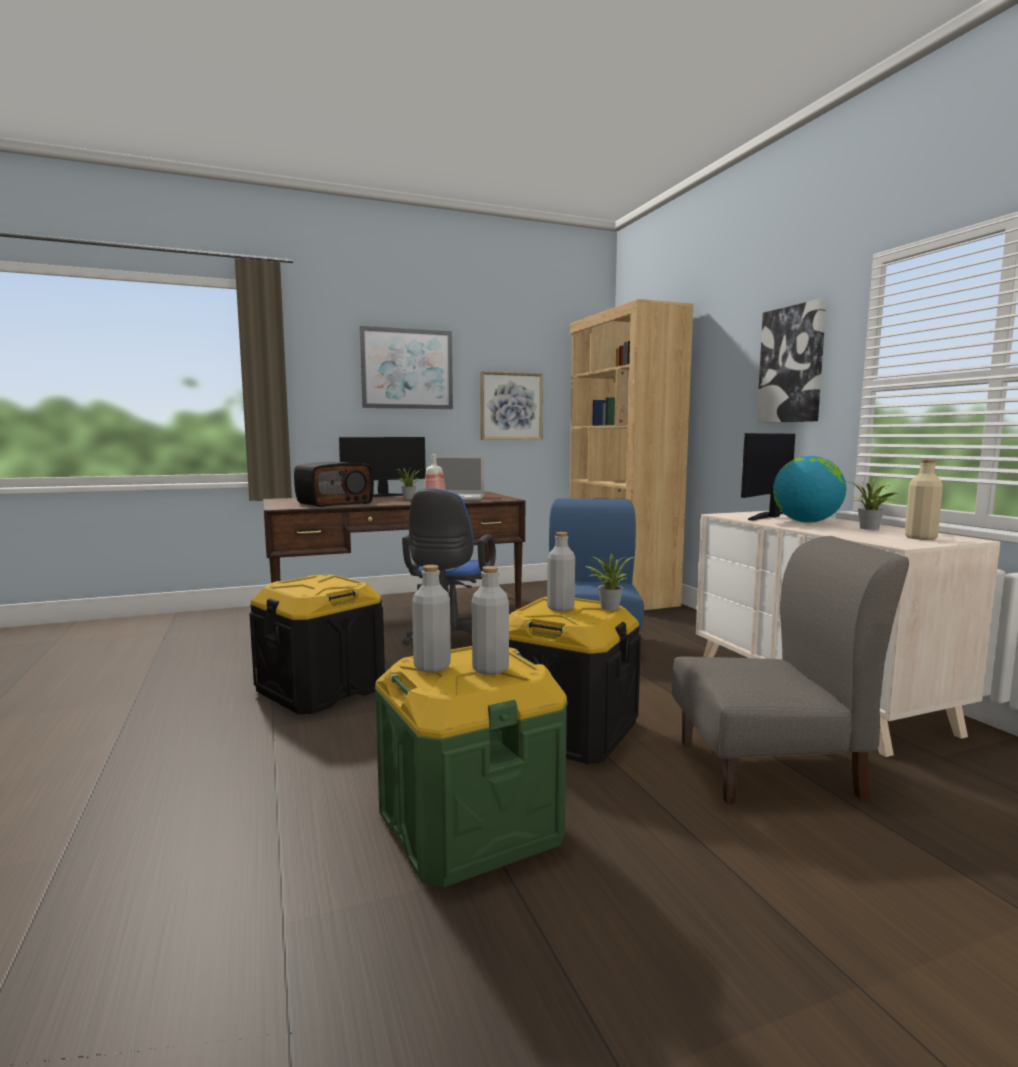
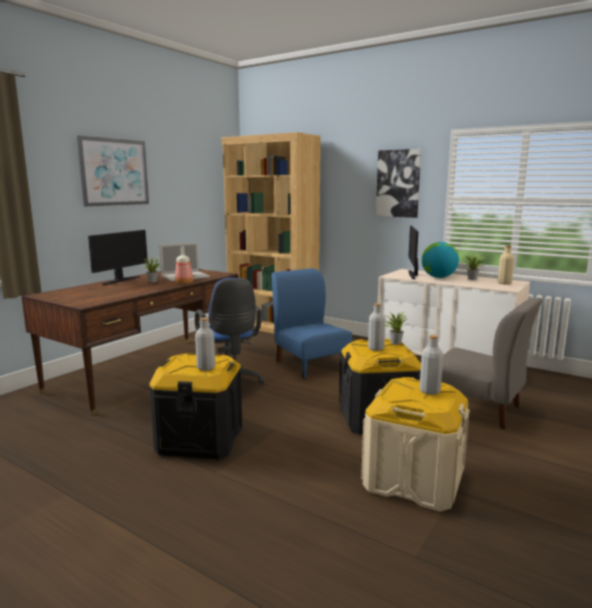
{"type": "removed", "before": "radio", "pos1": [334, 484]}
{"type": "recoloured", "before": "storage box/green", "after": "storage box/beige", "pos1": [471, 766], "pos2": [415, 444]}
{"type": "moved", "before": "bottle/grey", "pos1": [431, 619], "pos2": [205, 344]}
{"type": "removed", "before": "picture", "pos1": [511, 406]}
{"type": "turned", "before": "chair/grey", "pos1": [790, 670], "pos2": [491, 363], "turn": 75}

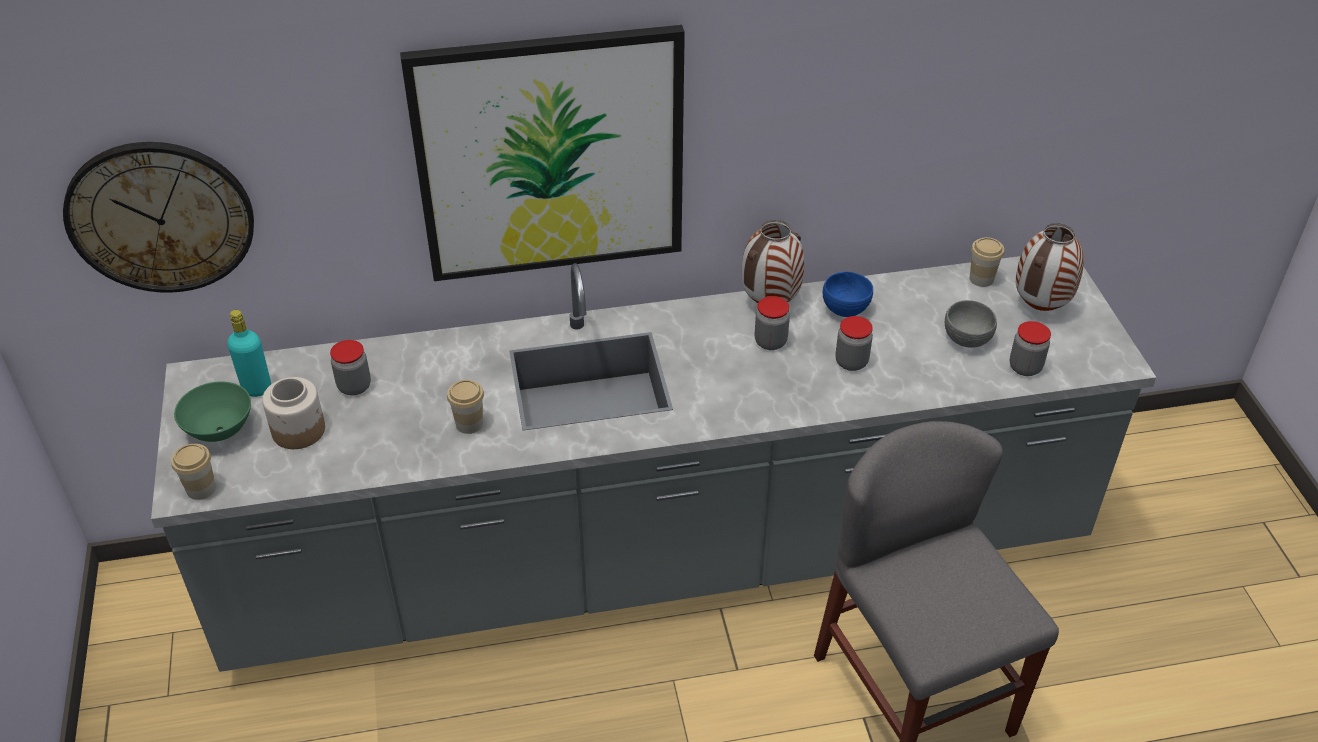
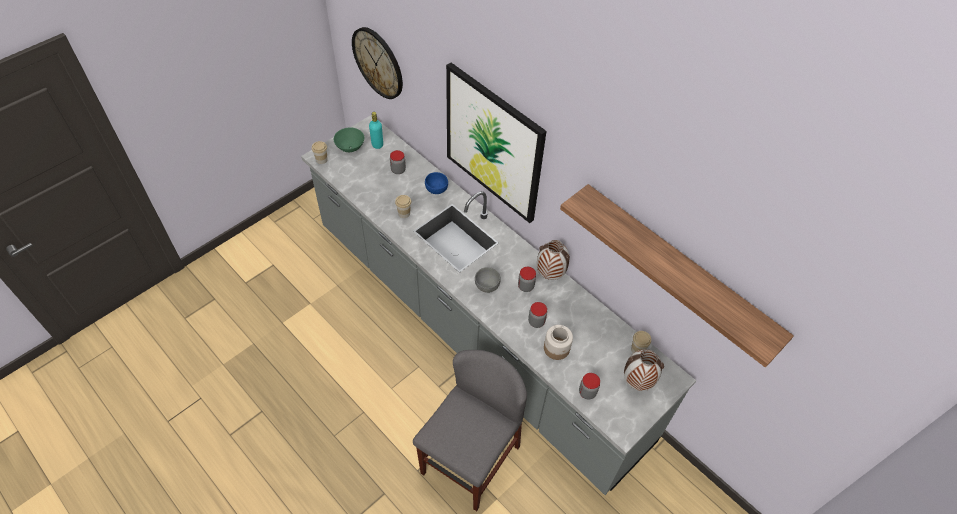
{"type": "moved", "before": "jar", "pos1": [293, 413], "pos2": [558, 342]}
{"type": "moved", "before": "bowl/blue", "pos1": [848, 294], "pos2": [436, 183]}
{"type": "moved", "before": "bowl/grey", "pos1": [971, 324], "pos2": [488, 280]}
{"type": "added", "after": "shelf", "pos2": [677, 276]}

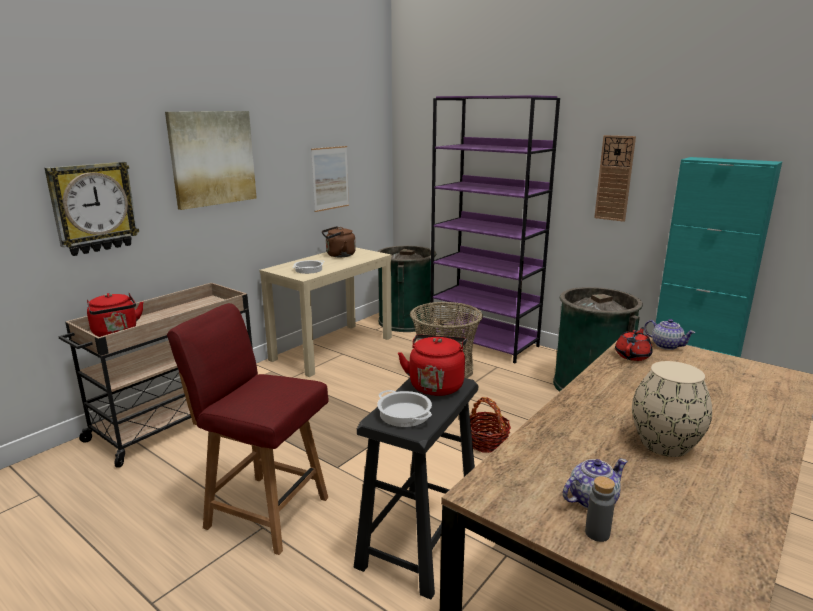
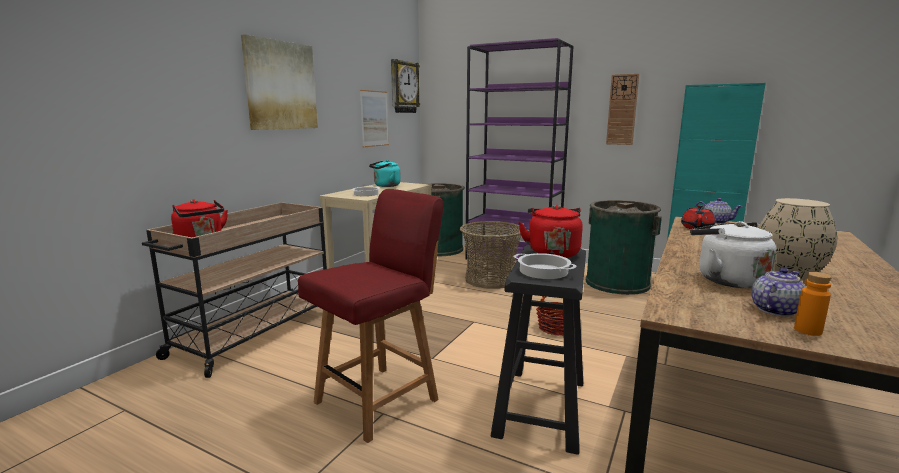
{"type": "moved", "before": "wall clock", "pos1": [91, 209], "pos2": [405, 86]}
{"type": "turned", "before": "chair/red", "pos1": [248, 429], "pos2": [371, 316], "turn": 120}
{"type": "recoloured", "before": "kettle/brown", "after": "kettle/turquoise", "pos1": [339, 241], "pos2": [385, 173]}
{"type": "recoloured", "before": "bottle/grey", "after": "bottle/orange", "pos1": [600, 509], "pos2": [813, 304]}
{"type": "added", "after": "kettle/white", "pos2": [733, 254]}

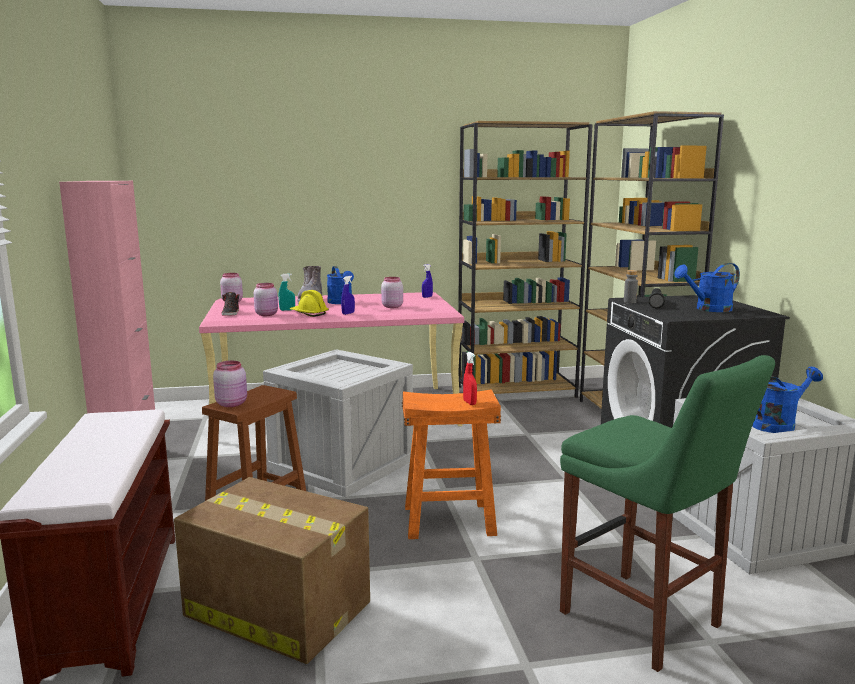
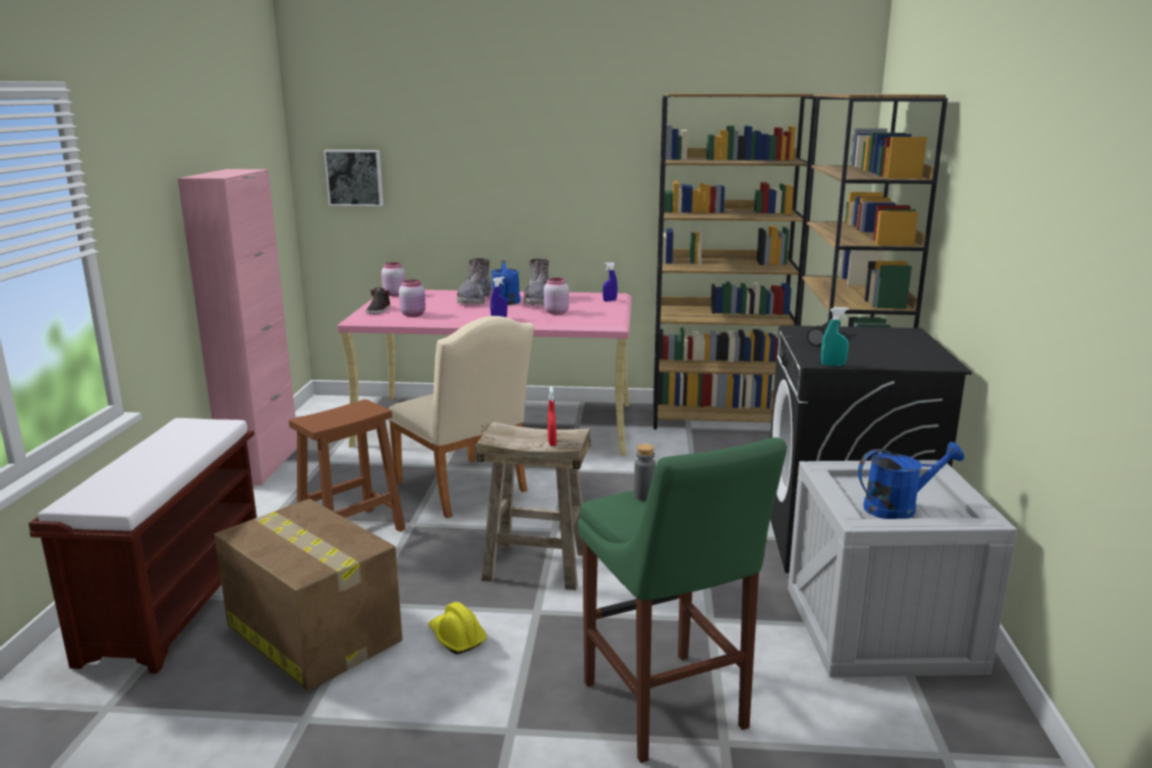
{"type": "removed", "before": "jar/pink", "pos1": [230, 384]}
{"type": "replaced", "before": "crate", "after": "chair/beige", "pos1": [338, 423], "pos2": [461, 417]}
{"type": "moved", "before": "spray bottle/turquoise", "pos1": [287, 292], "pos2": [835, 336]}
{"type": "moved", "before": "hard hat/yellow", "pos1": [309, 303], "pos2": [457, 628]}
{"type": "recoloured", "before": "stool/orange", "after": "stool/beige", "pos1": [451, 464], "pos2": [533, 506]}
{"type": "moved", "before": "bottle/grey", "pos1": [631, 286], "pos2": [645, 472]}
{"type": "removed", "before": "watering can/blue", "pos1": [707, 287]}
{"type": "added", "after": "picture", "pos2": [353, 178]}
{"type": "added", "after": "boot/grey", "pos2": [536, 282]}

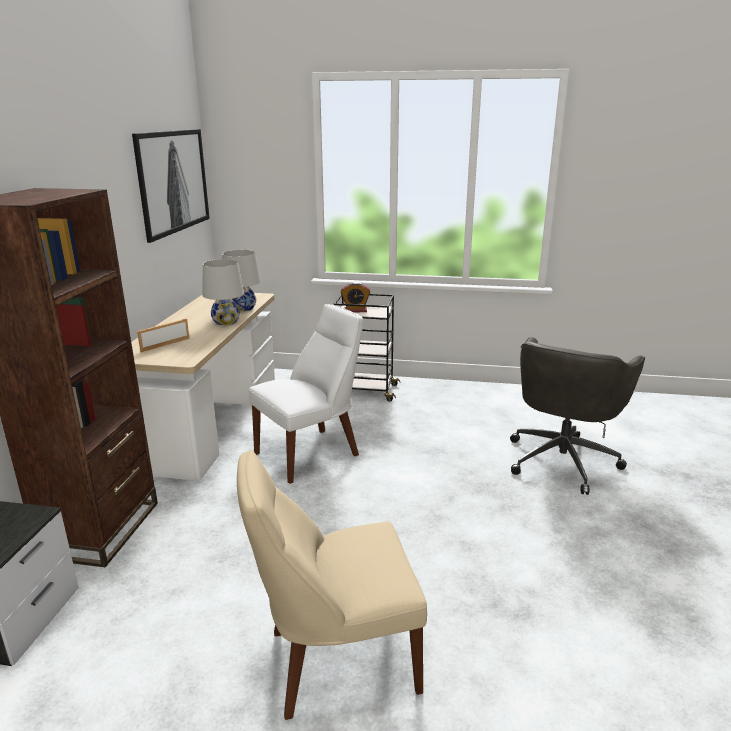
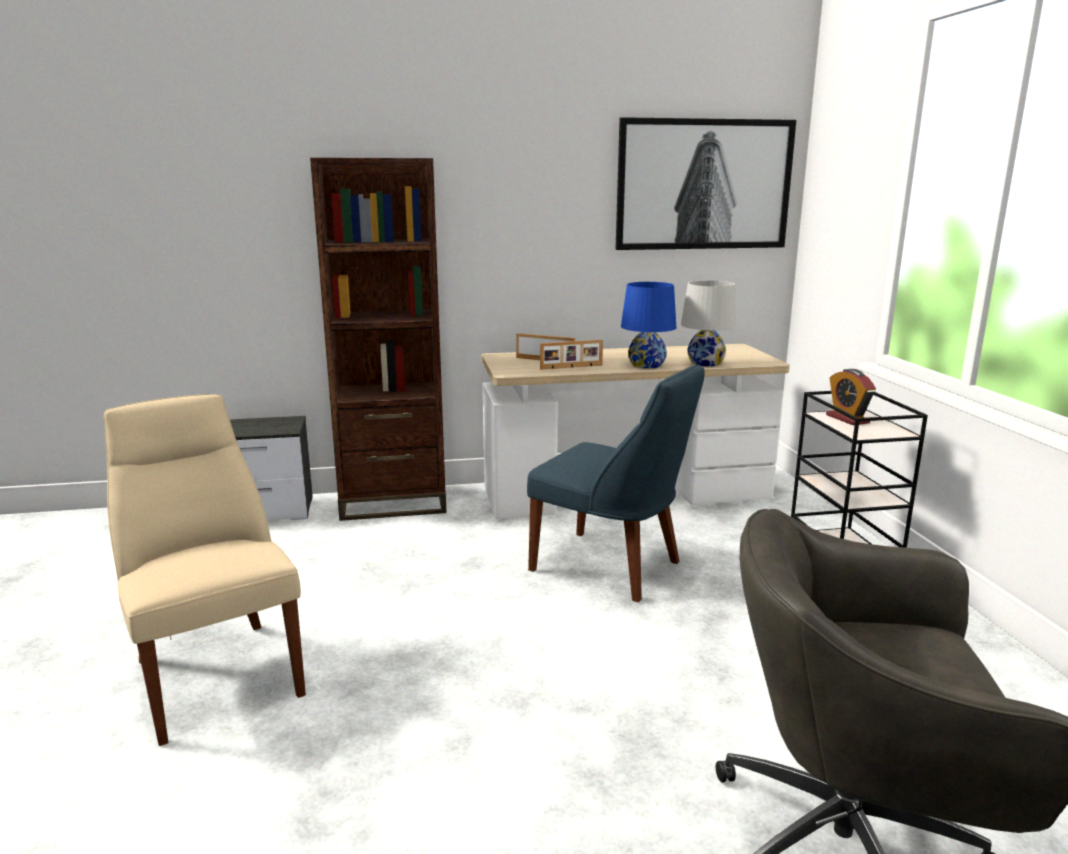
{"type": "recoloured", "before": "table lamp/white", "after": "table lamp/blue", "pos1": [223, 292], "pos2": [648, 325]}
{"type": "recoloured", "before": "chair/white", "after": "chair/blue", "pos1": [306, 394], "pos2": [616, 483]}
{"type": "added", "after": "picture frame", "pos2": [571, 355]}

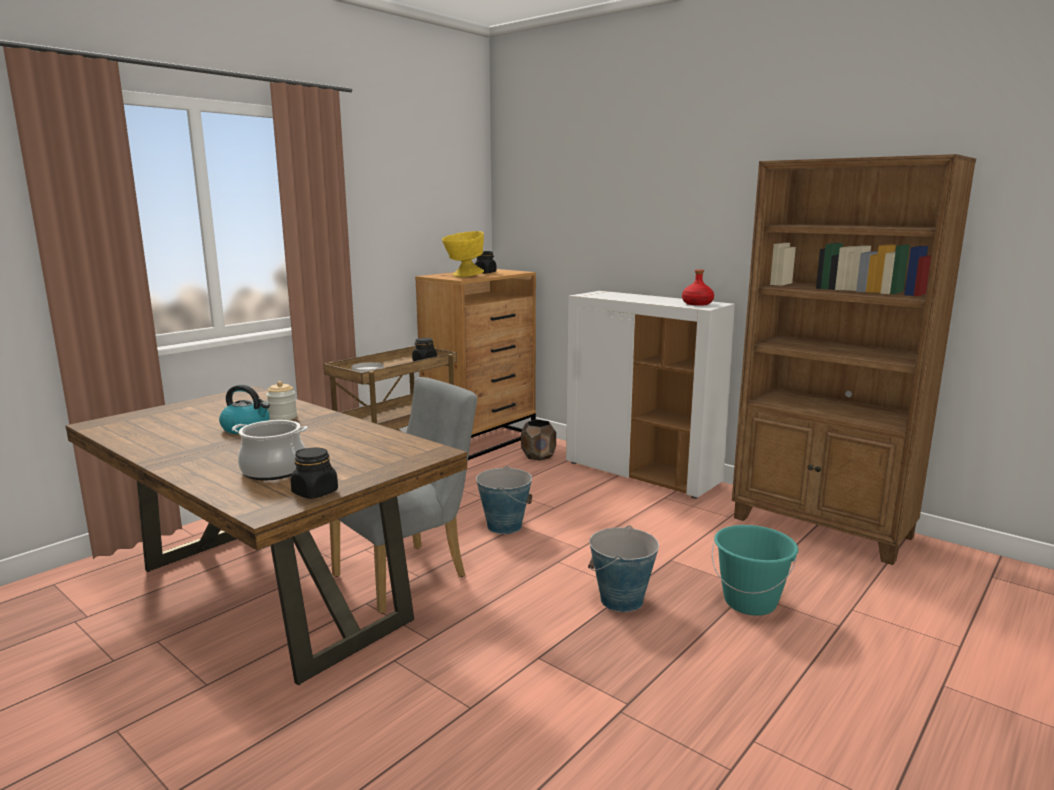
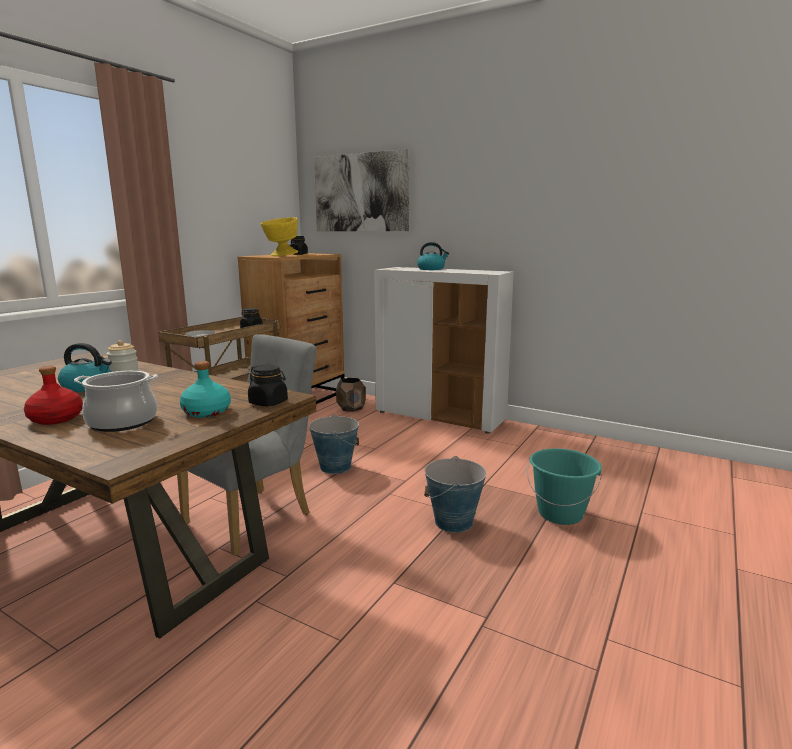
{"type": "moved", "before": "jar/black", "pos1": [314, 473], "pos2": [268, 385]}
{"type": "moved", "before": "bottle/red", "pos1": [698, 287], "pos2": [53, 395]}
{"type": "removed", "before": "bookcase/brown", "pos1": [854, 359]}
{"type": "added", "after": "bottle/turquoise", "pos2": [205, 389]}
{"type": "added", "after": "picture", "pos2": [362, 190]}
{"type": "added", "after": "kettle", "pos2": [433, 256]}

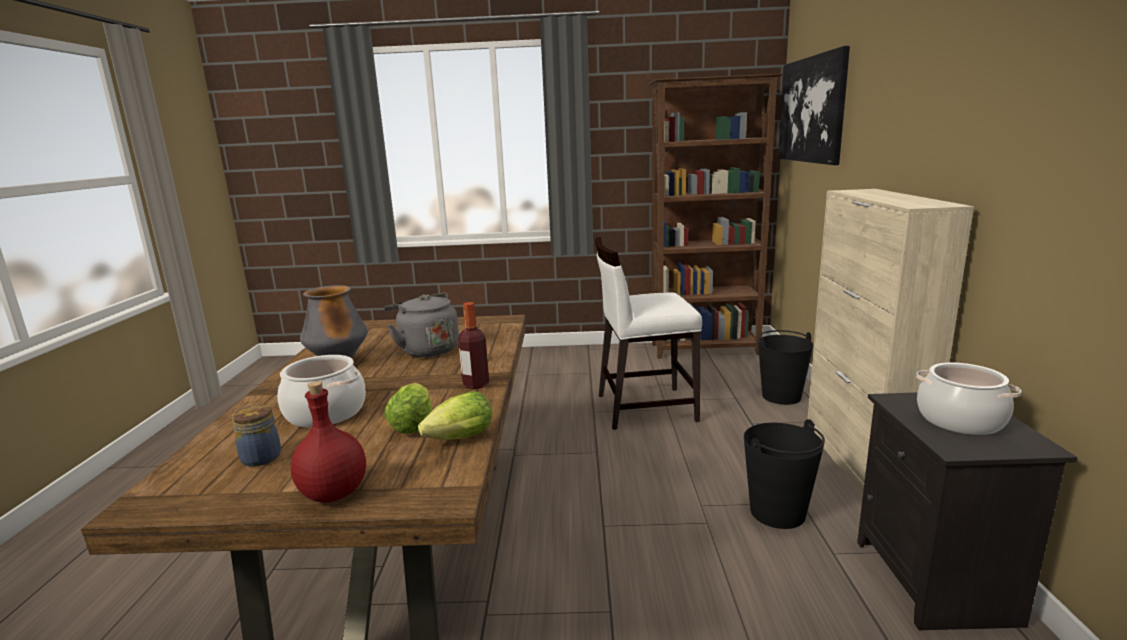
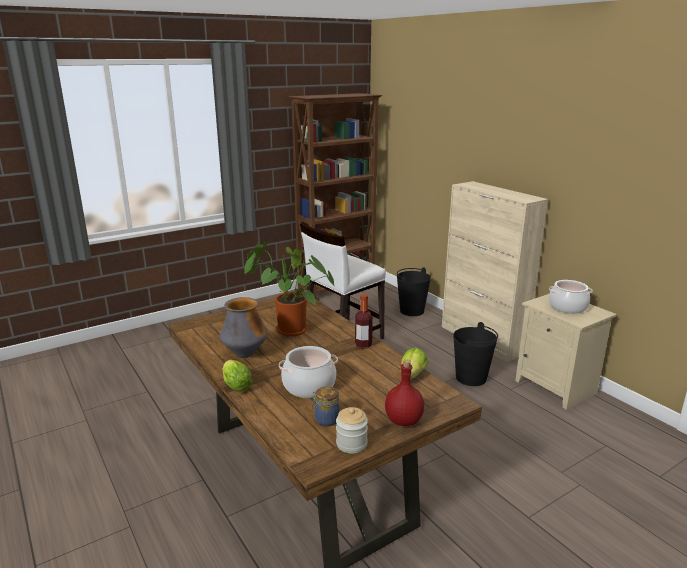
{"type": "replaced", "before": "kettle/grey", "after": "potted plant", "pos1": [421, 325], "pos2": [289, 289]}
{"type": "moved", "before": "lettuce", "pos1": [408, 408], "pos2": [237, 376]}
{"type": "removed", "before": "picture", "pos1": [814, 105]}
{"type": "recoloured", "before": "nightstand/black", "after": "nightstand/beige", "pos1": [967, 511], "pos2": [566, 352]}
{"type": "added", "after": "jar", "pos2": [352, 430]}

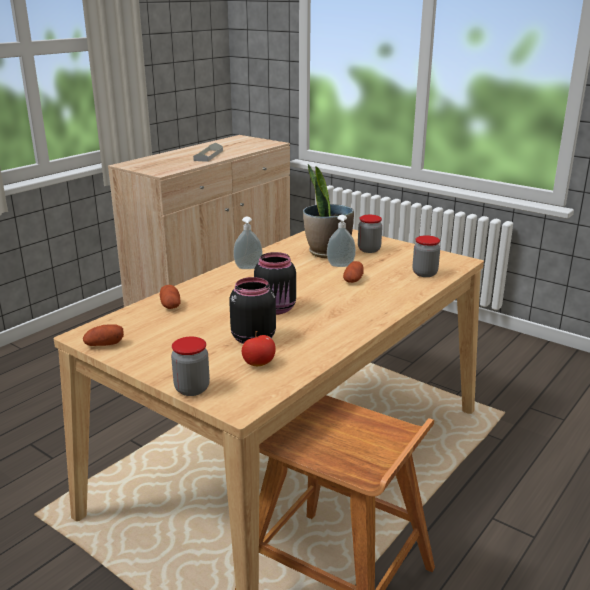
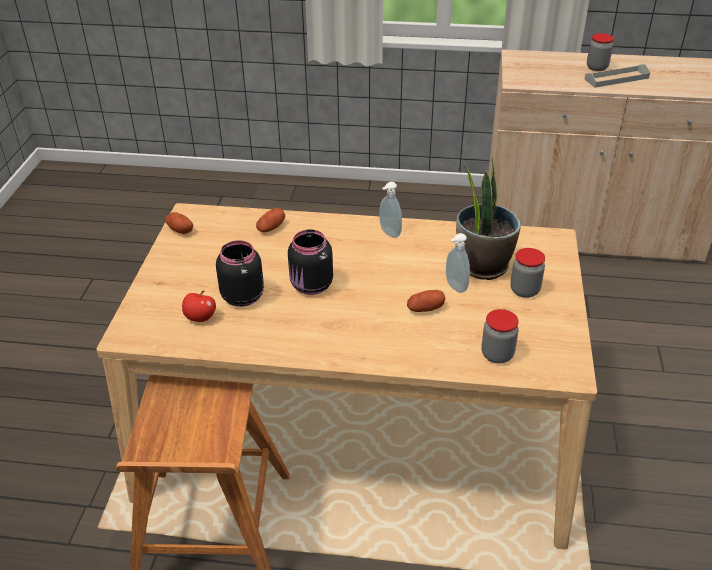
{"type": "moved", "before": "jar", "pos1": [190, 366], "pos2": [600, 52]}

